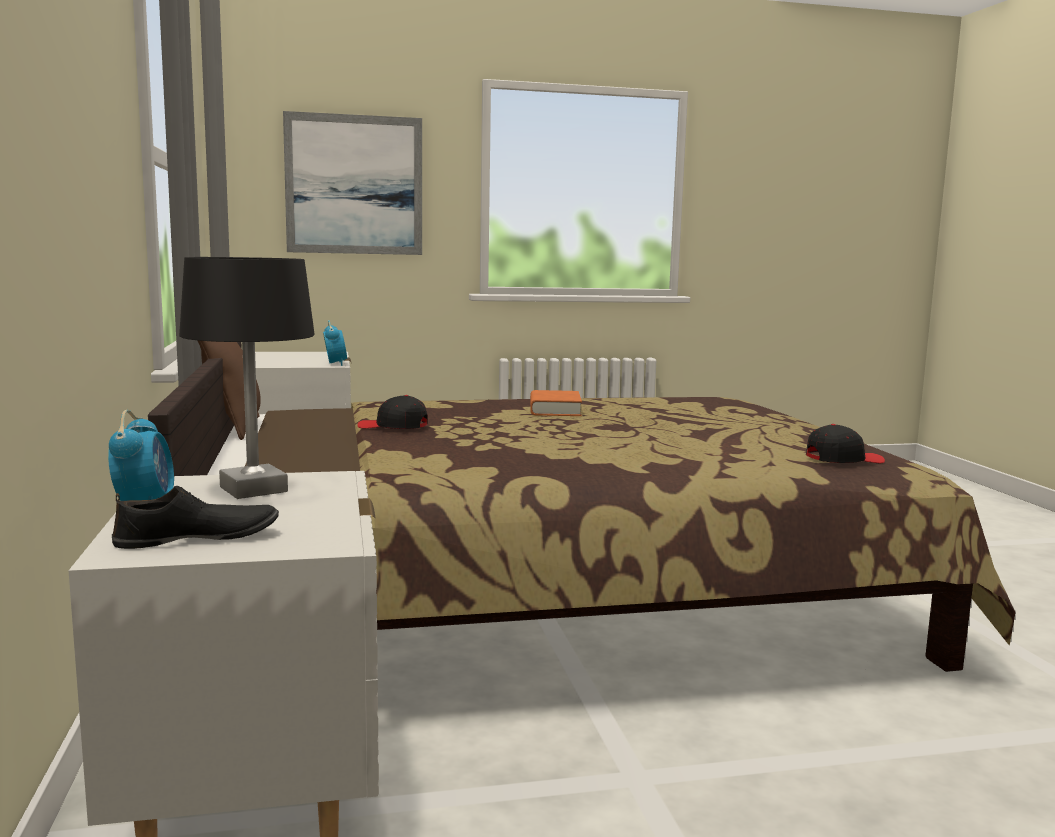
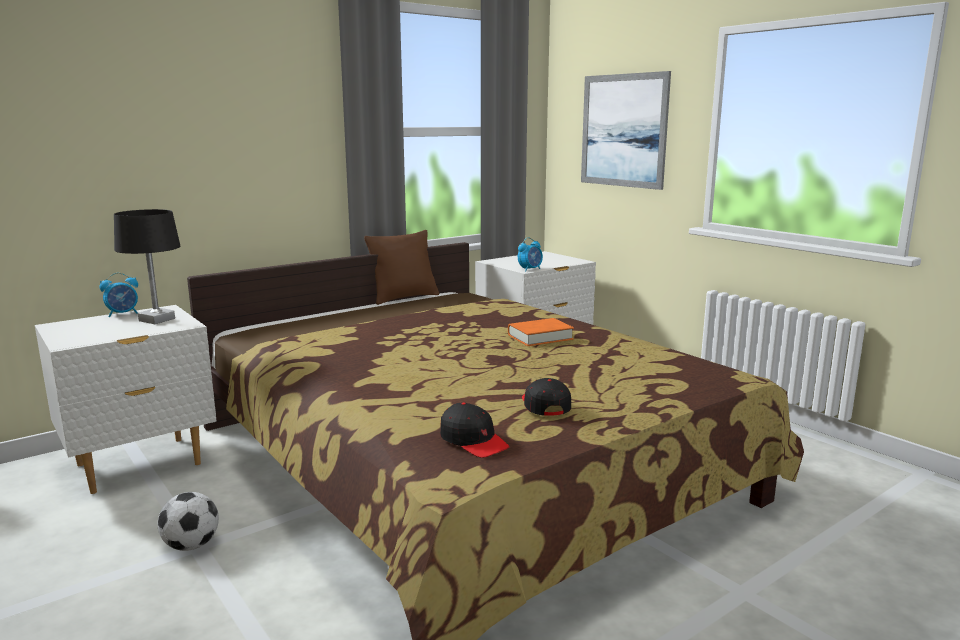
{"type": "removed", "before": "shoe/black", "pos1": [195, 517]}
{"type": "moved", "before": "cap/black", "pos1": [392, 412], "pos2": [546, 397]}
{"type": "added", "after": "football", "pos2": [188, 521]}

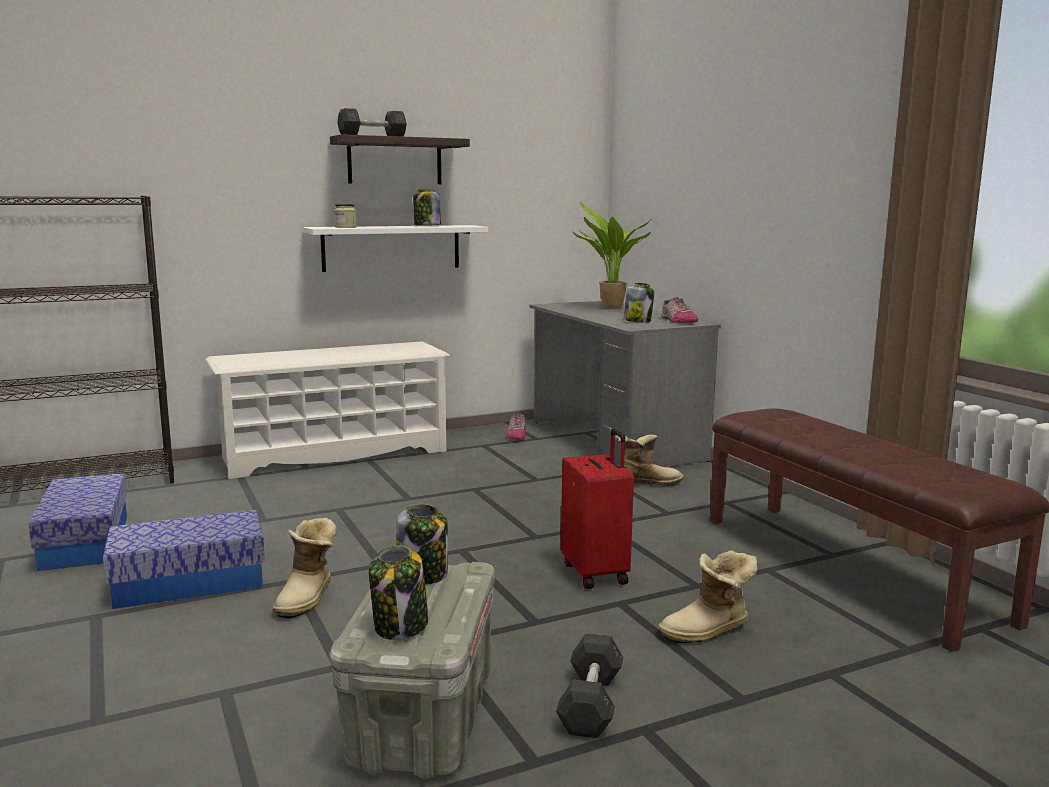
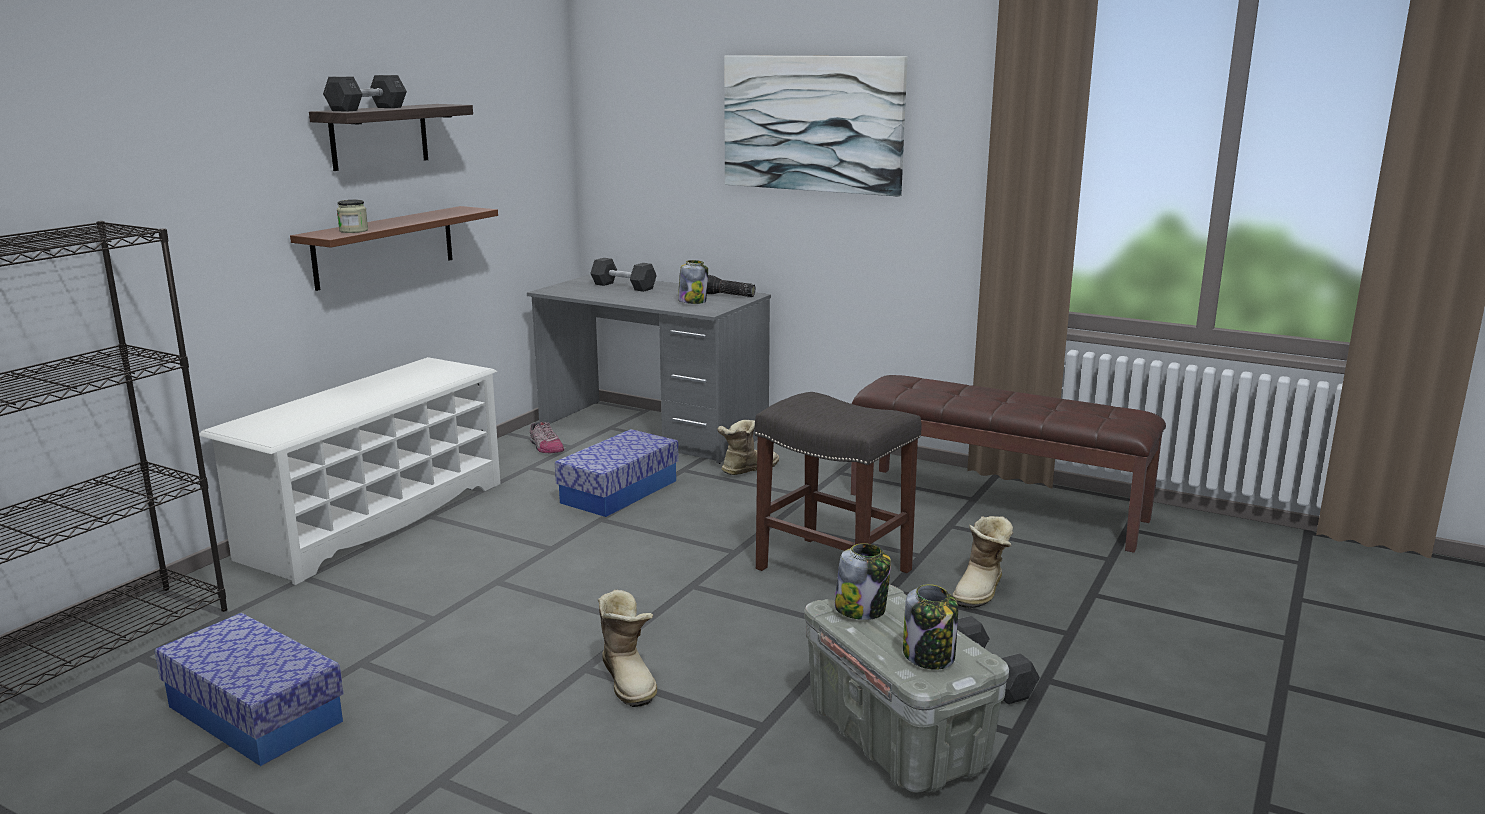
{"type": "moved", "before": "storage box", "pos1": [184, 559], "pos2": [617, 473]}
{"type": "recoloured", "before": "shelf/white", "after": "shelf/brown", "pos1": [395, 248], "pos2": [394, 248]}
{"type": "removed", "before": "jar", "pos1": [427, 207]}
{"type": "replaced", "before": "suitcase/red", "after": "stool/grey", "pos1": [597, 508], "pos2": [838, 482]}
{"type": "replaced", "before": "potted plant", "after": "dumbbell/black", "pos1": [612, 255], "pos2": [623, 275]}
{"type": "replaced", "before": "shoe", "after": "flashlight", "pos1": [680, 310], "pos2": [731, 286]}
{"type": "added", "after": "picture", "pos2": [816, 125]}

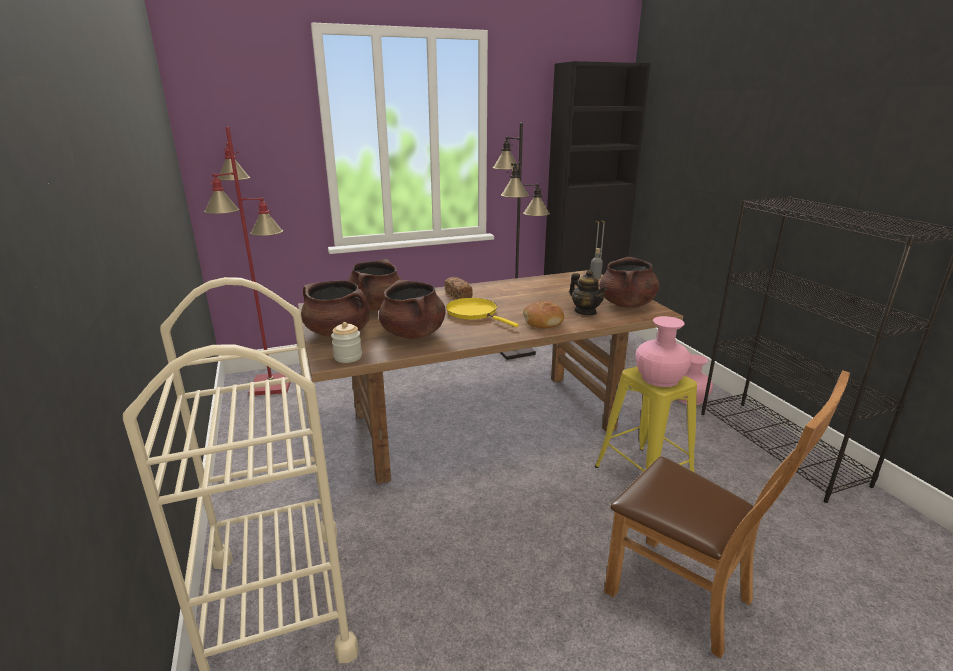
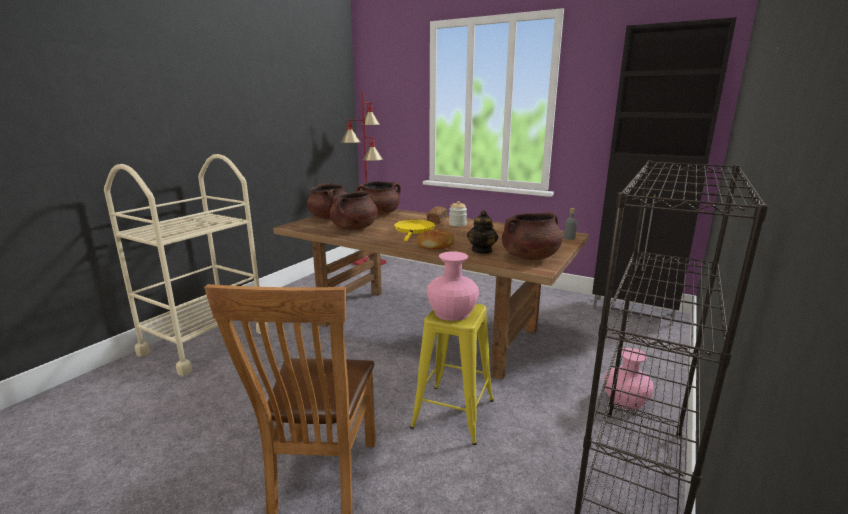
{"type": "moved", "before": "jar", "pos1": [346, 342], "pos2": [458, 214]}
{"type": "removed", "before": "floor lamp/black", "pos1": [521, 241]}

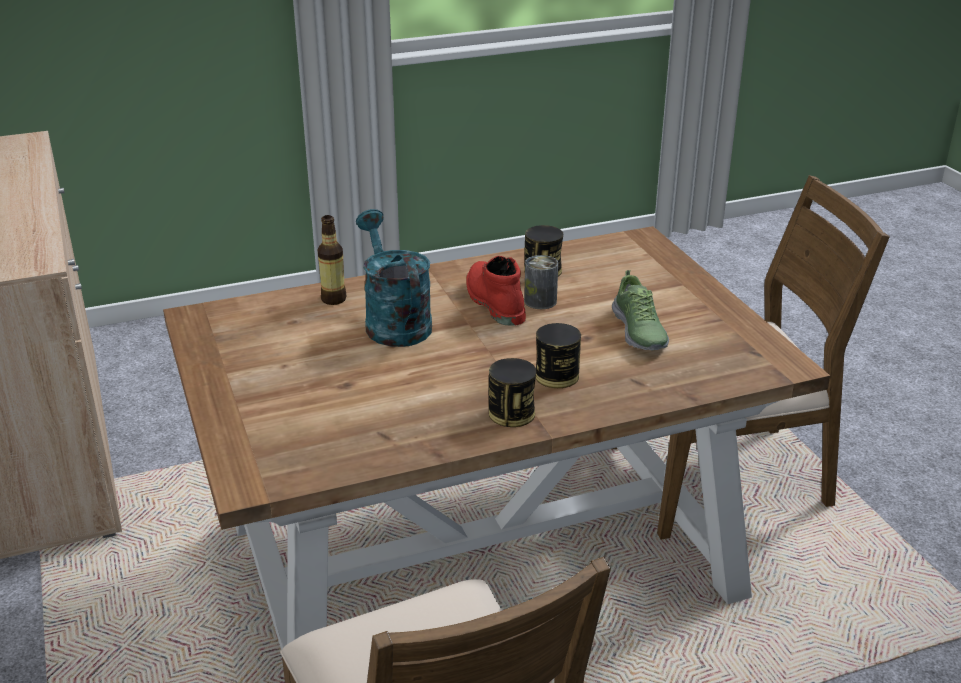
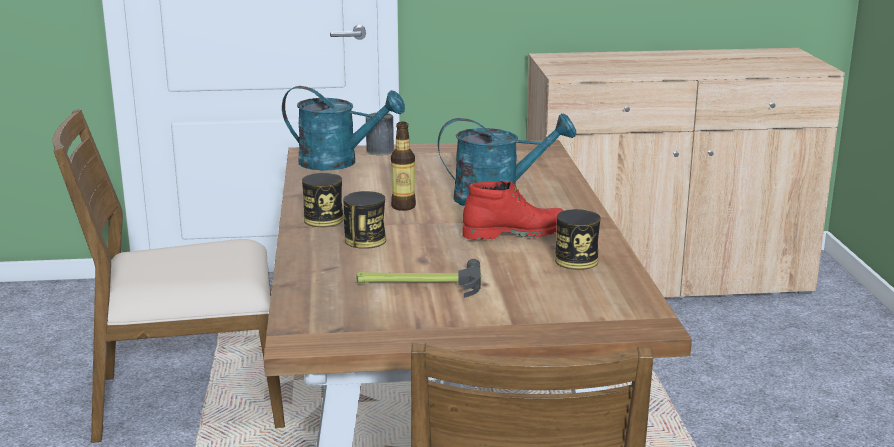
{"type": "moved", "before": "bottle", "pos1": [332, 260], "pos2": [403, 166]}
{"type": "moved", "before": "can", "pos1": [541, 282], "pos2": [380, 134]}
{"type": "replaced", "before": "shoe", "after": "hammer", "pos1": [640, 310], "pos2": [419, 278]}
{"type": "added", "after": "watering can/turquoise", "pos2": [343, 128]}

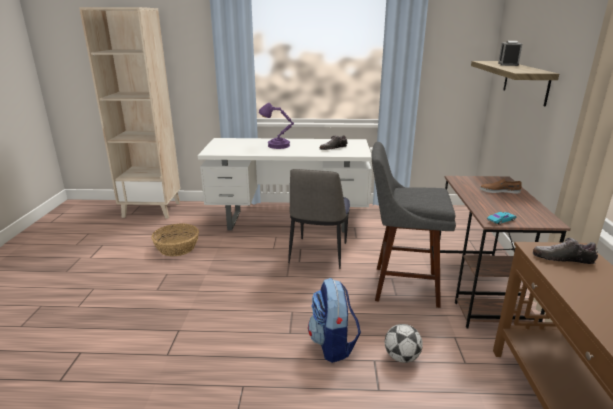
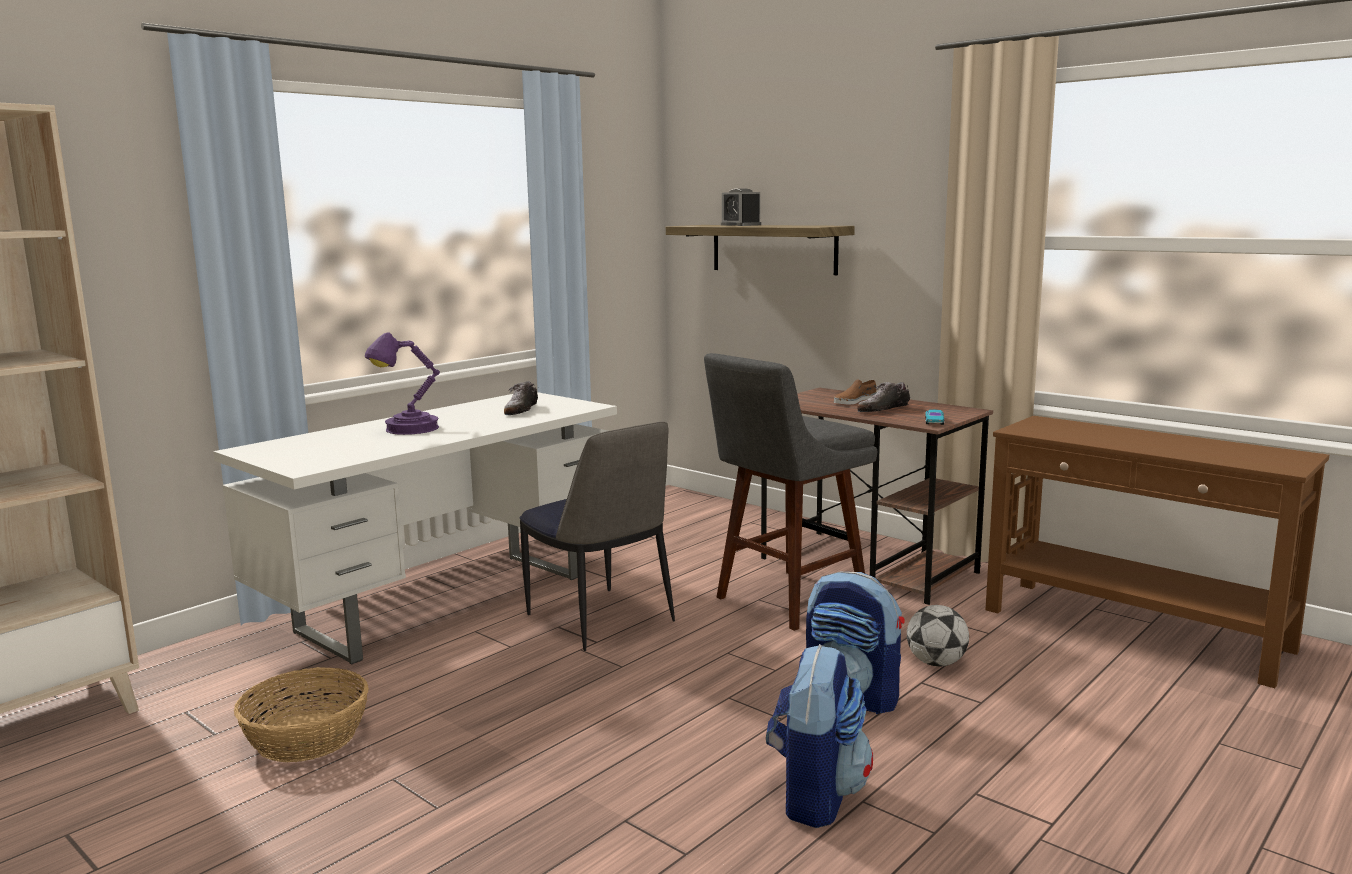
{"type": "moved", "before": "shoe", "pos1": [565, 251], "pos2": [883, 397]}
{"type": "added", "after": "backpack", "pos2": [819, 736]}

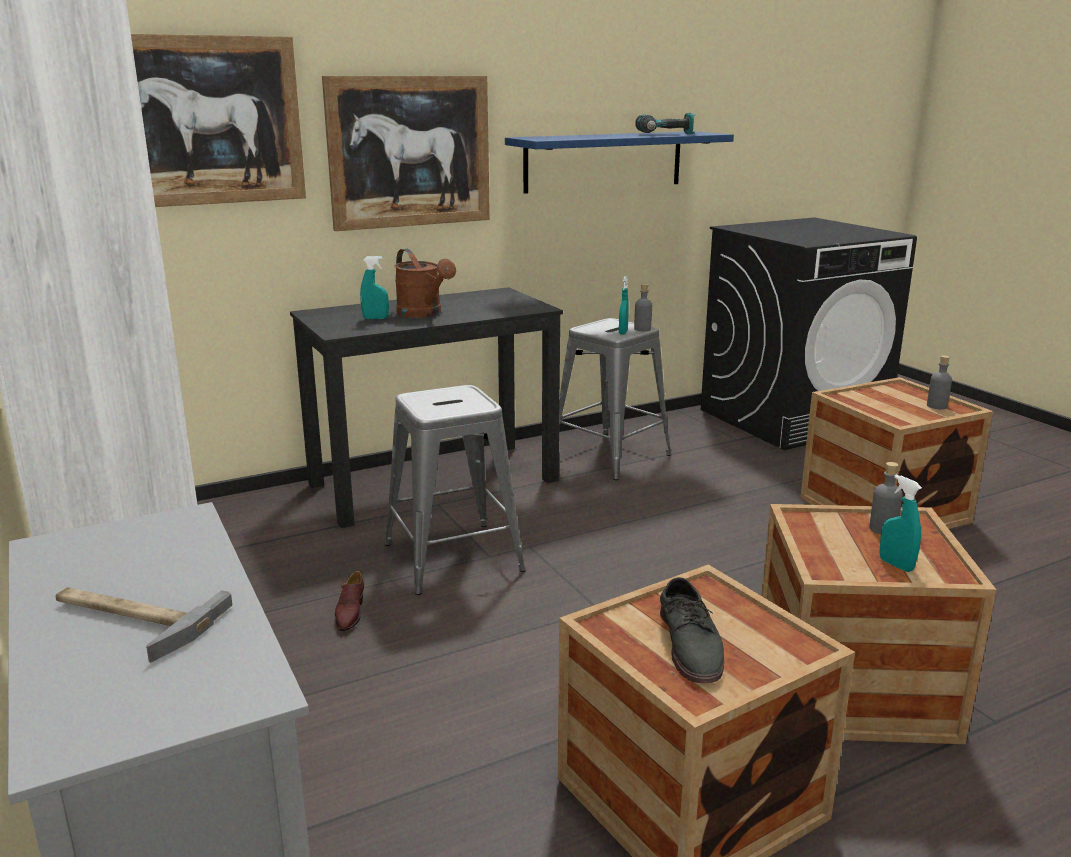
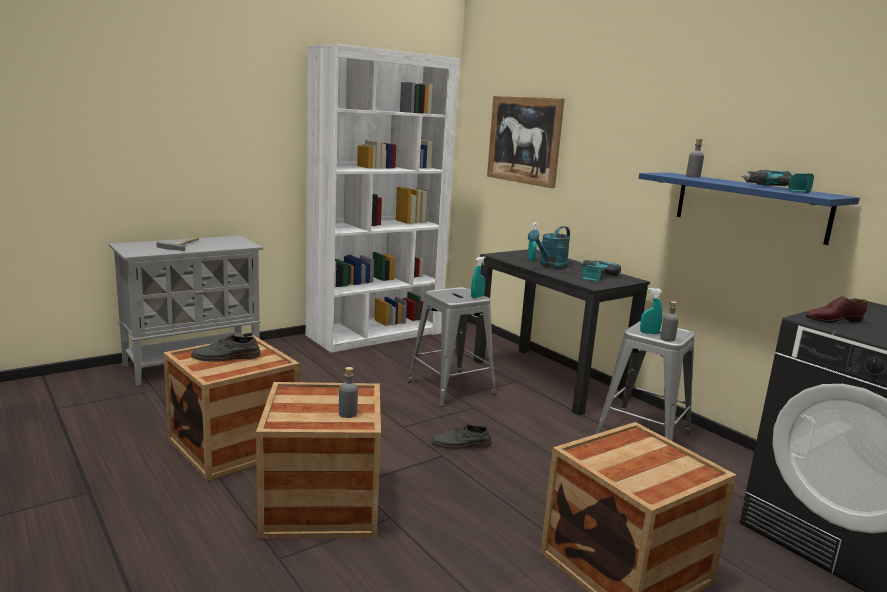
{"type": "removed", "before": "picture", "pos1": [406, 153]}
{"type": "moved", "before": "shoe/brown", "pos1": [349, 601], "pos2": [837, 309]}
{"type": "recoloured", "before": "watering can/brown", "after": "watering can/turquoise", "pos1": [425, 283], "pos2": [549, 247]}
{"type": "moved", "before": "spray bottle/turquoise", "pos1": [901, 523], "pos2": [478, 277]}
{"type": "moved", "before": "bottle/grey", "pos1": [939, 382], "pos2": [695, 158]}
{"type": "added", "after": "shoe/grey", "pos2": [461, 436]}
{"type": "added", "after": "power drill", "pos2": [600, 271]}

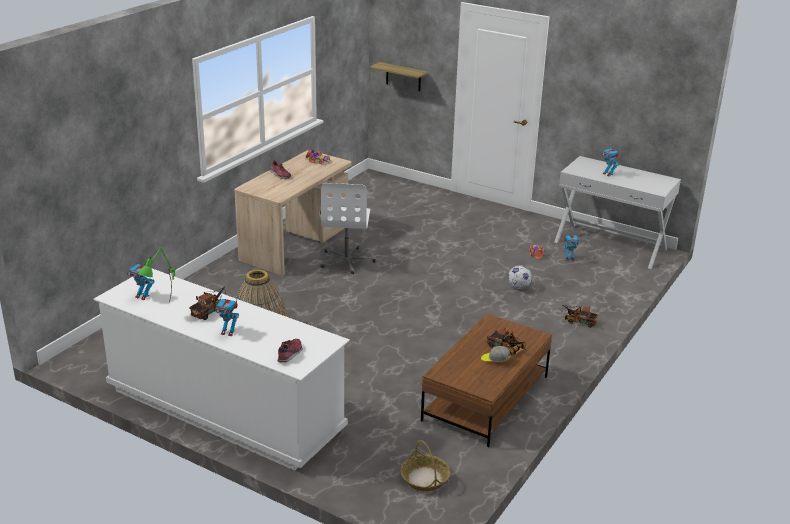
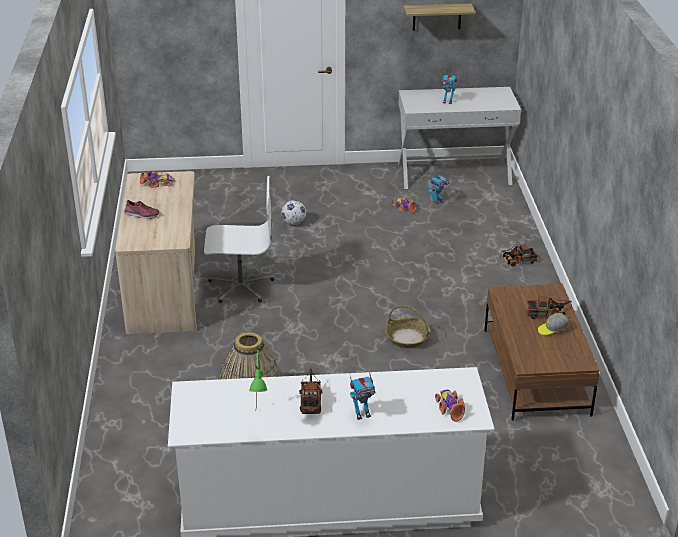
{"type": "removed", "before": "toy robot", "pos1": [140, 278]}
{"type": "replaced", "before": "shoe", "after": "toy car", "pos1": [289, 350], "pos2": [450, 405]}
{"type": "turned", "before": "office chair/white", "pos1": [348, 228], "pos2": [239, 239], "turn": -60}
{"type": "moved", "before": "shelf", "pos1": [399, 76], "pos2": [440, 17]}
{"type": "moved", "before": "basket", "pos1": [425, 465], "pos2": [408, 326]}
{"type": "moved", "before": "football", "pos1": [520, 277], "pos2": [293, 212]}

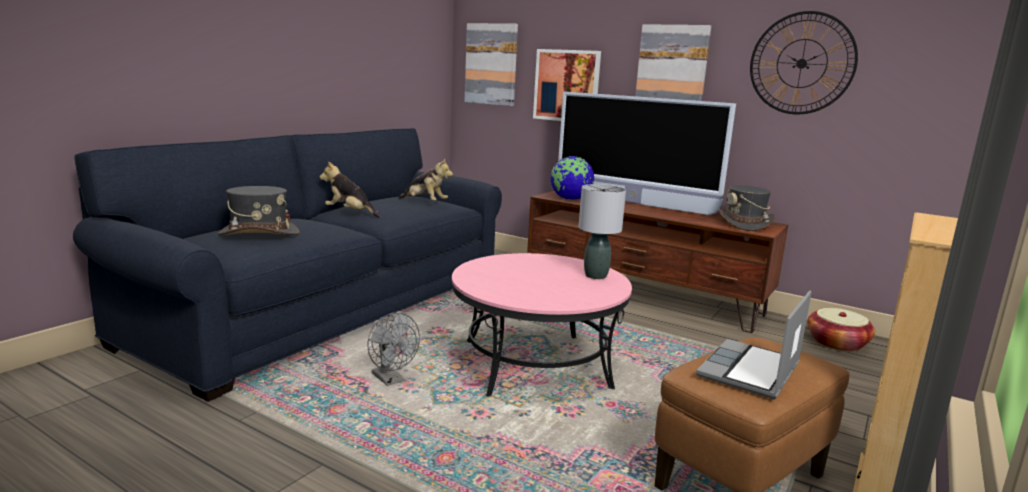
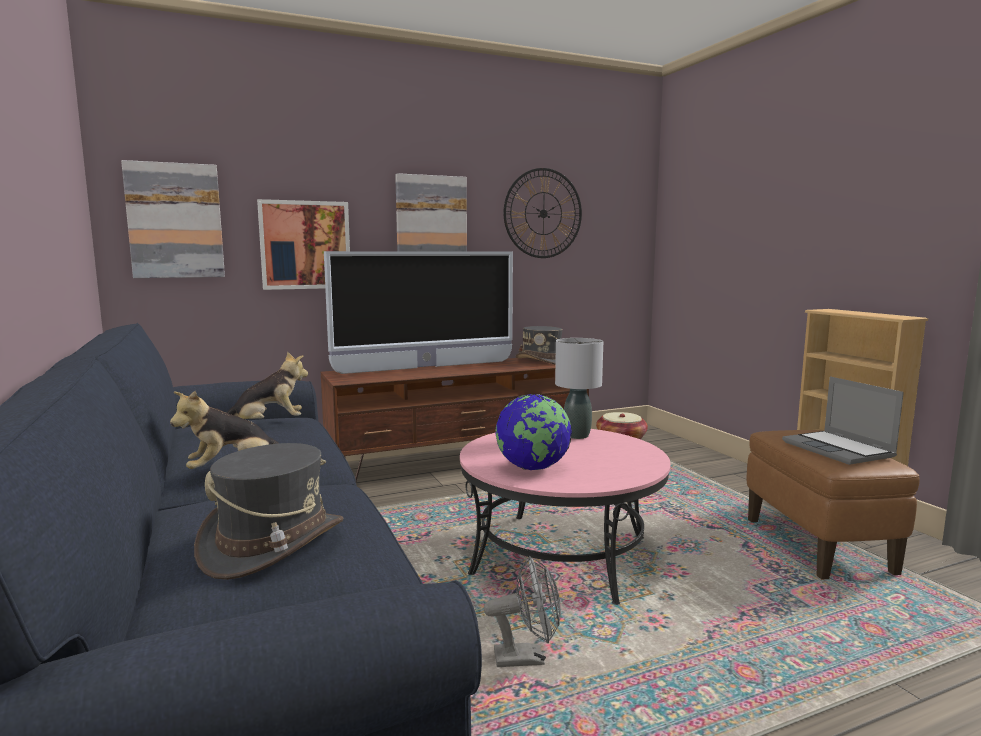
{"type": "moved", "before": "globe", "pos1": [572, 178], "pos2": [534, 432]}

